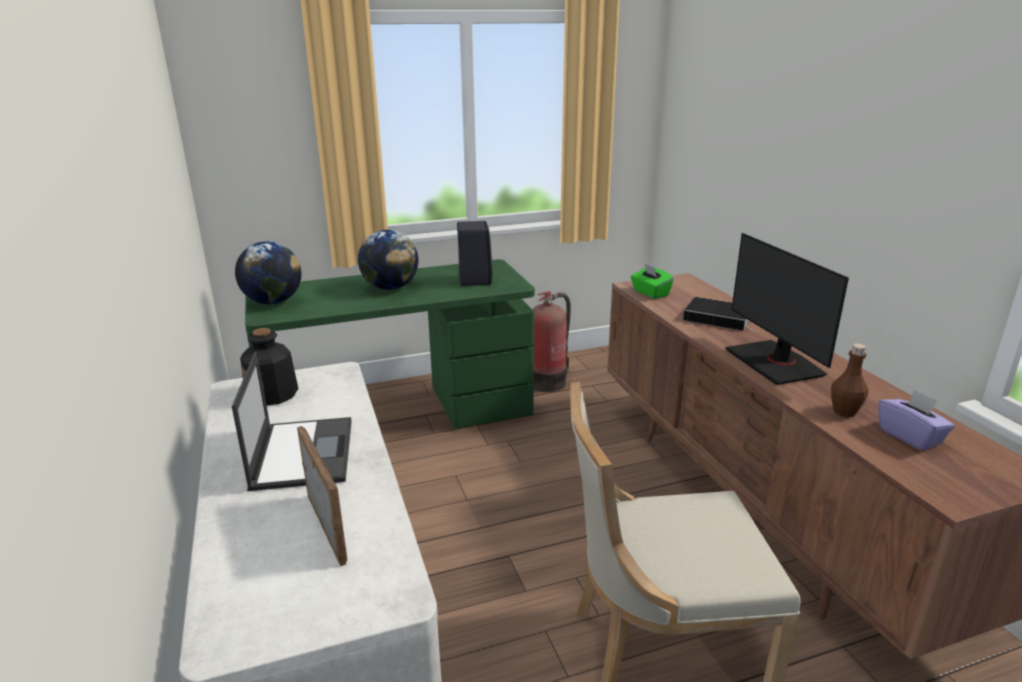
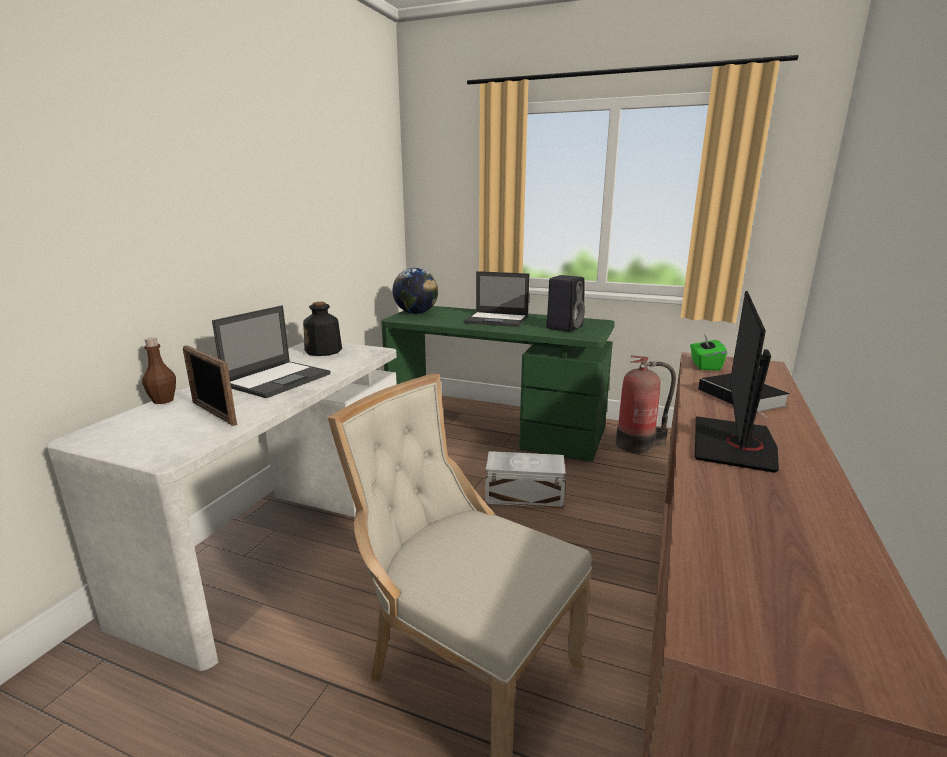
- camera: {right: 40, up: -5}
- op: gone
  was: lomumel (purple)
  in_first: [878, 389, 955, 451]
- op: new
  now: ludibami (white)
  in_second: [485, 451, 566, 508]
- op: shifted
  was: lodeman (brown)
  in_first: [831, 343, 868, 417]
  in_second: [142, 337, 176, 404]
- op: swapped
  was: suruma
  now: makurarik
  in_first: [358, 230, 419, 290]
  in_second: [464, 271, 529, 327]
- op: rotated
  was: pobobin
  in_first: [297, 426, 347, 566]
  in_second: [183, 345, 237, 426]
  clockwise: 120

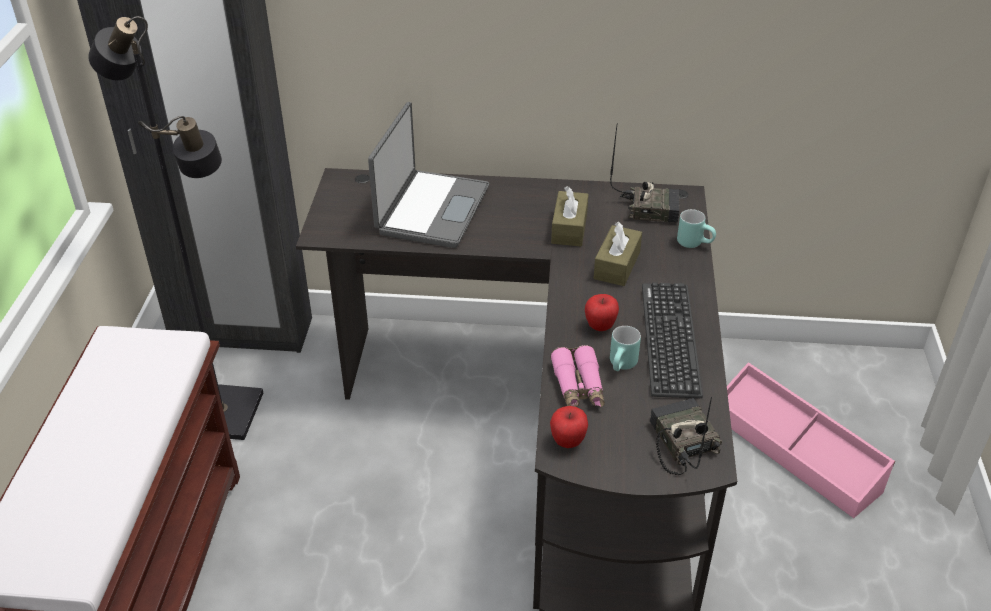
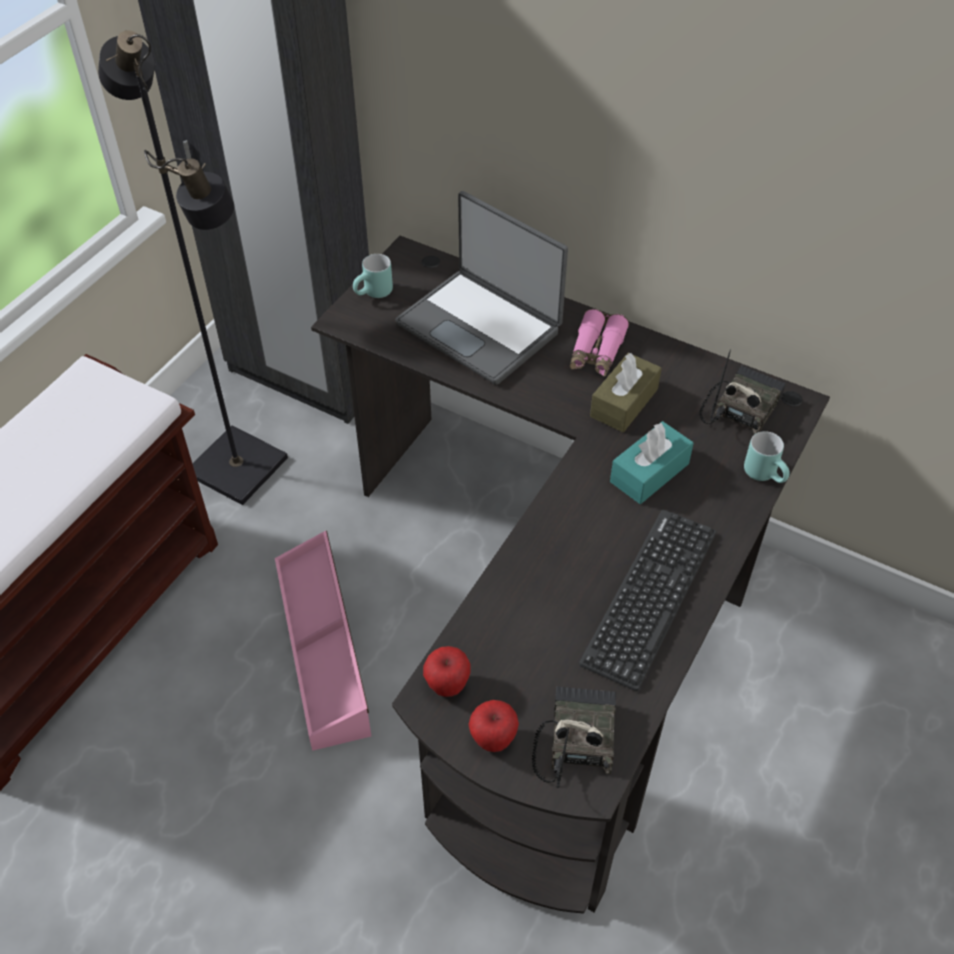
- camera: {right: 25, up: 10}
- op: shifted
  was: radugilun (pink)
  in_first: [550, 345, 605, 407]
  in_second: [570, 309, 629, 377]
- op: shifted
  was: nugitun
  in_first: [585, 294, 619, 331]
  in_second: [468, 700, 519, 752]
- op: shifted
  was: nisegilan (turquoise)
  in_first: [610, 326, 641, 371]
  in_second: [353, 254, 393, 298]
- op: shifted
  was: ludibami (pink)
  in_first: [727, 362, 895, 518]
  in_second: [275, 531, 371, 751]
- op: repainted
  was: lomumel (brown)
  now: lomumel (turquoise)
  in_first: [594, 222, 642, 286]
  in_second: [610, 421, 694, 504]
- op: rotated
  was: makurarik
  in_first: [368, 102, 489, 248]
  in_second: [395, 191, 568, 385]
  clockwise: 90
- op: rotated
  was: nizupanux
  in_first: [610, 123, 679, 223]
  in_second: [699, 349, 786, 434]
  clockwise: -90

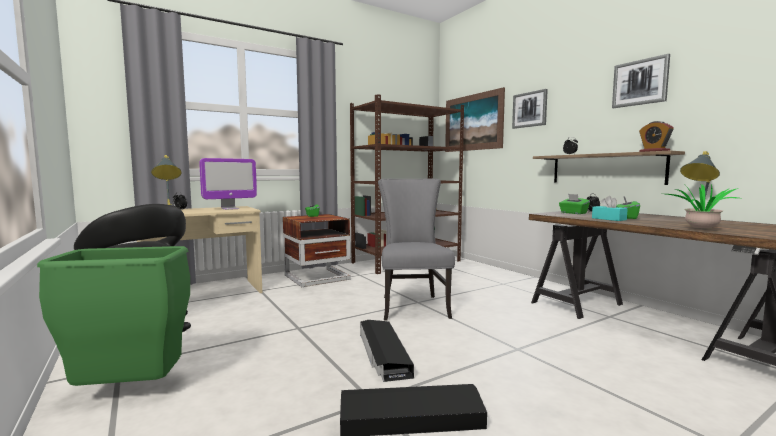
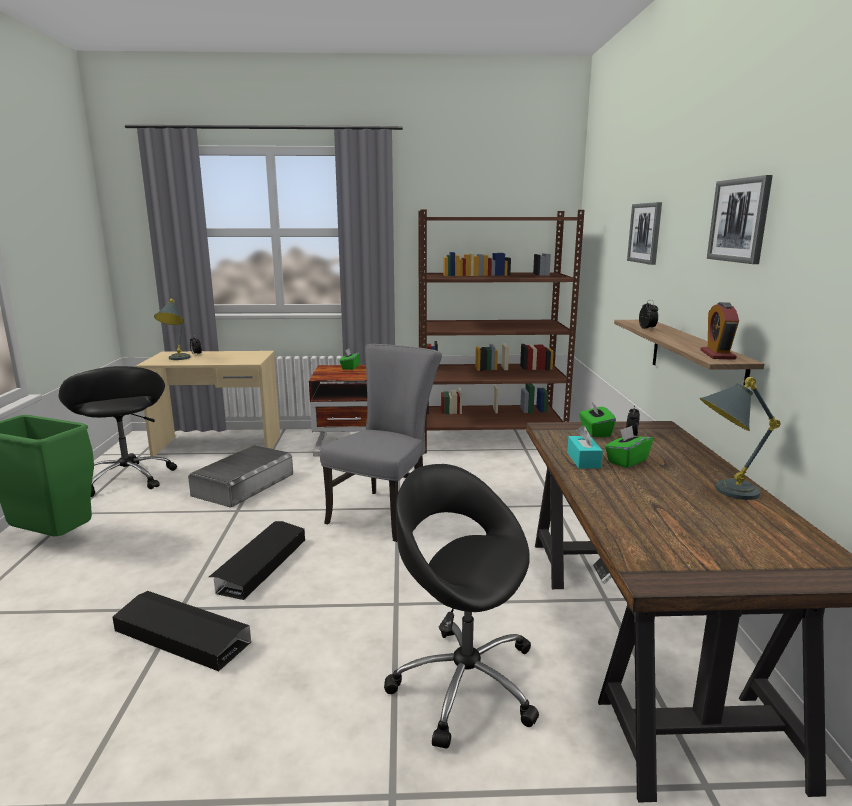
- camera: {right: 30, up: 10}
- op: gone
  was: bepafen
  in_first: [199, 158, 257, 210]
- op: gone
  was: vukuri
  in_first: [445, 87, 505, 152]
- op: gone
  was: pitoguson
  in_first: [667, 182, 742, 228]
- op: new
  now: ludibami (grey)
  in_second: [188, 445, 293, 508]
- op: new
  now: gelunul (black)
  in_second: [384, 464, 539, 749]

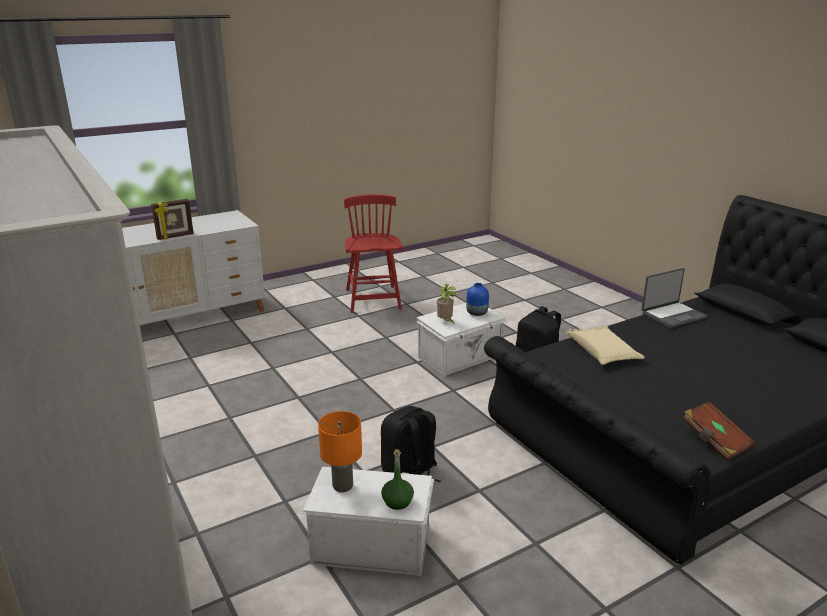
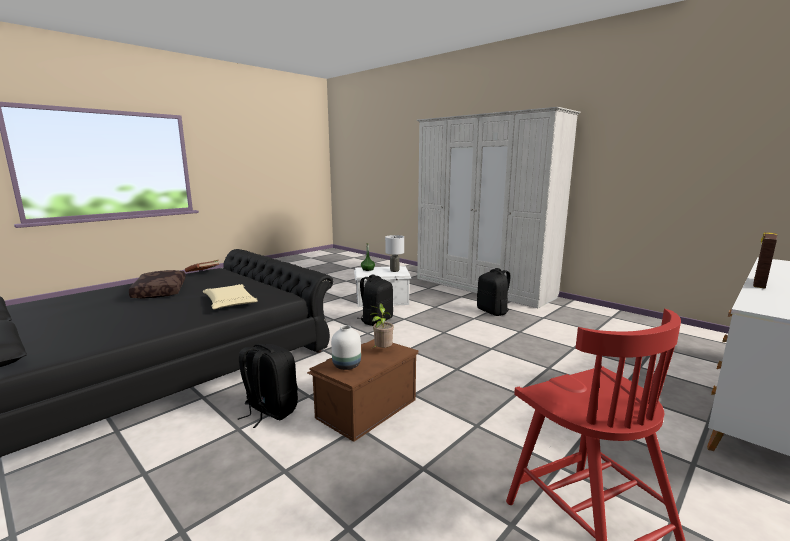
- camera: {right: 165, up: -10}
- op: gone
  was: makurarik
  in_first: [641, 268, 707, 328]
- op: new
  now: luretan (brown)
  in_second: [129, 270, 186, 299]
- op: new
  now: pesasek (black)
  in_second: [477, 268, 511, 316]
- op: repainted
  was: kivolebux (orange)
  now: kivolebux (white)
  in_first: [318, 411, 362, 493]
  in_second: [385, 235, 404, 272]
- op: repainted
  was: ludibami (white)
  now: ludibami (brown)
  in_first: [416, 303, 507, 376]
  in_second: [307, 339, 419, 442]
- op: repainted
  was: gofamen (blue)
  now: gofamen (white)
  in_first: [466, 283, 489, 316]
  in_second: [331, 325, 361, 370]

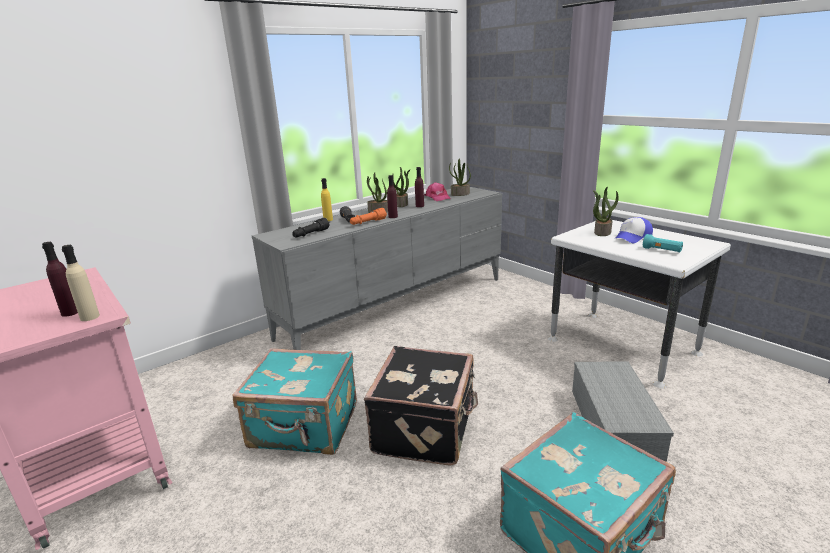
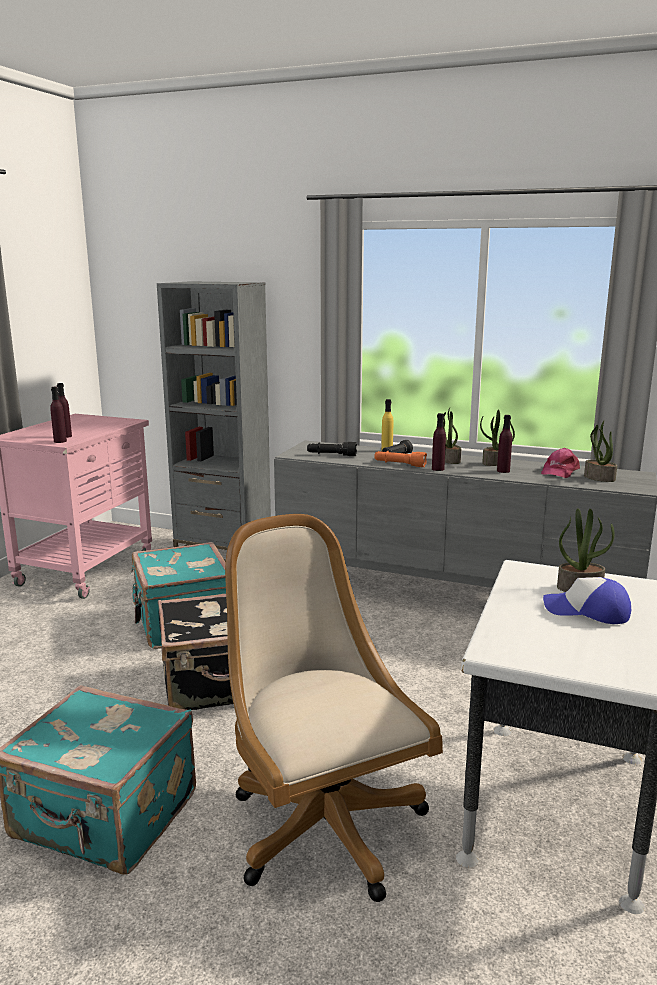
- camera: {right: 60, up: -5}
- op: gone
  was: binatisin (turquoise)
  in_first: [643, 234, 683, 252]
- op: new
  now: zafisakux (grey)
  in_second: [157, 281, 271, 562]
- op: swapped
  was: ludibami (grey)
  now: gelunul
  in_first: [572, 361, 674, 462]
  in_second: [225, 514, 443, 902]
- op: repainted
  was: lodeman (beige)
  now: lodeman (purple)
  in_first: [62, 245, 100, 321]
  in_second: [50, 387, 67, 443]

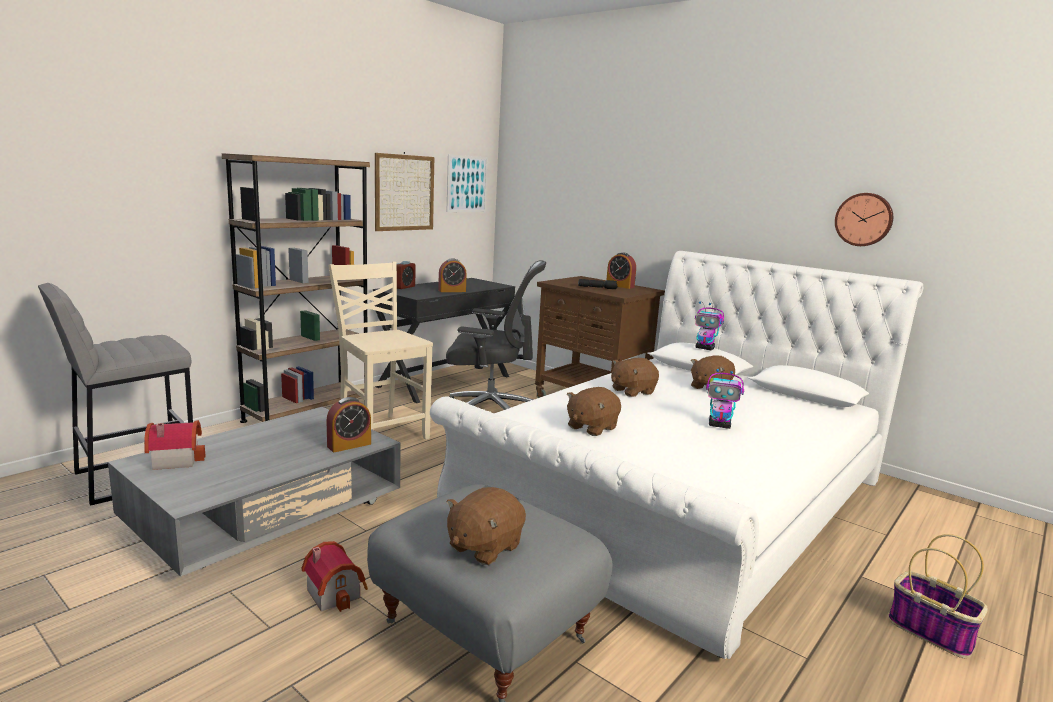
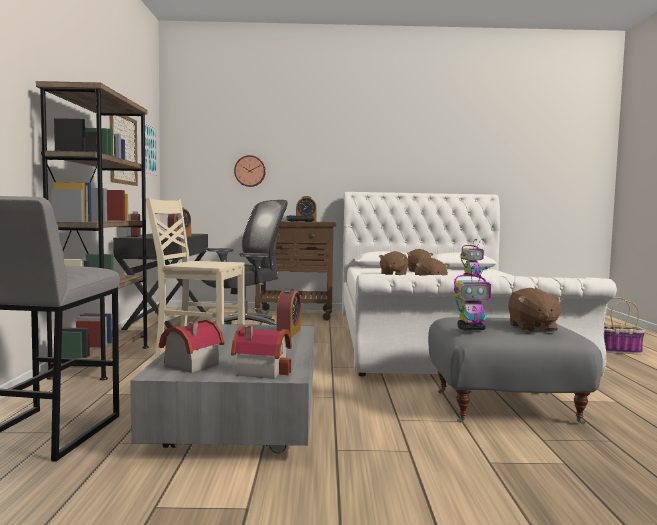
- camera: {right: -40, up: -10}
- op: shifted
  was: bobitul
  in_first: [302, 541, 368, 612]
  in_second: [231, 326, 292, 379]
- op: shifted
  was: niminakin
  in_first: [695, 301, 724, 350]
  in_second: [454, 266, 491, 331]
- op: shifted
  was: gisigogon
  in_first: [835, 193, 893, 246]
  in_second: [234, 155, 266, 187]

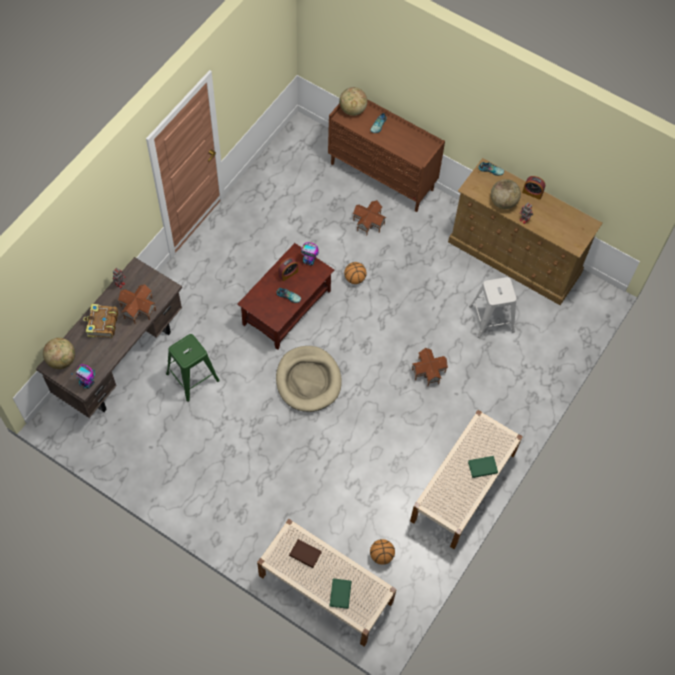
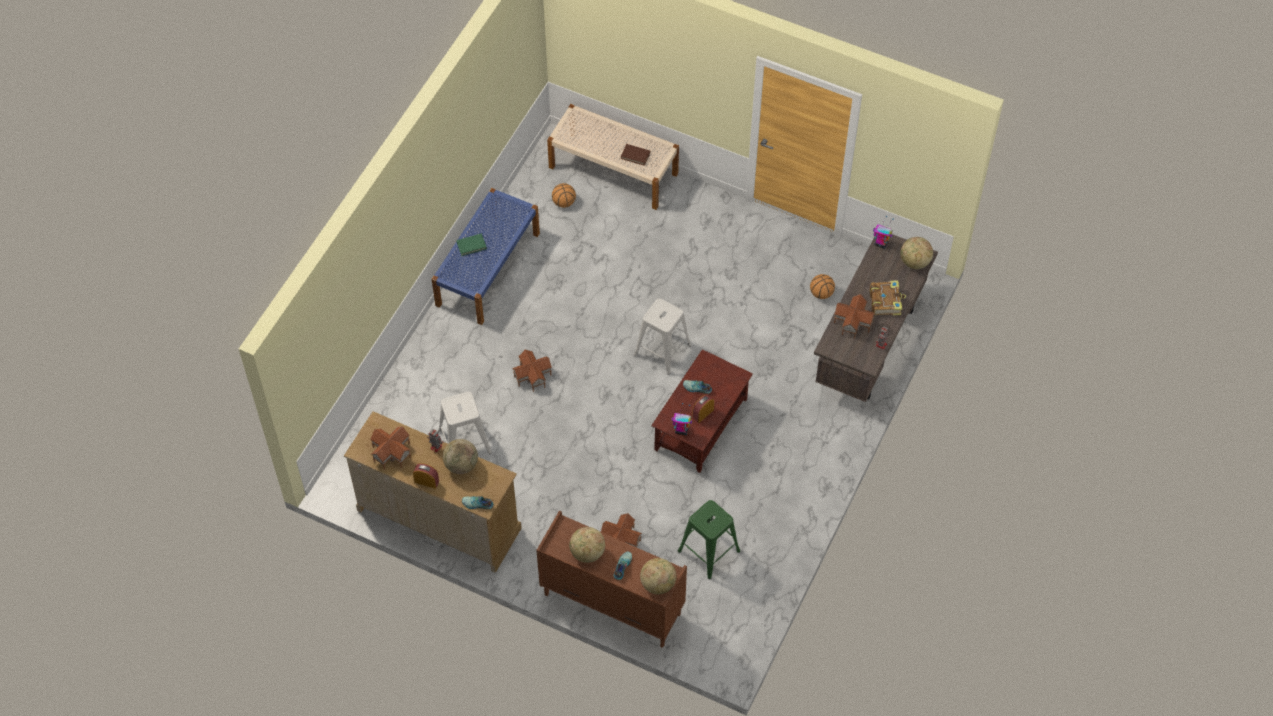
- camera: {right: 175, up: -5}
- op: gone
  was: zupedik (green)
  in_first: [330, 578, 352, 609]
- op: new
  now: bobitul
  in_second: [370, 426, 411, 470]
- op: new
  now: suruma
  in_second: [569, 527, 605, 563]
- op: shifted
  was: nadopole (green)
  in_first: [166, 334, 220, 402]
  in_second: [678, 500, 740, 579]
- op: shifted
  was: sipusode
  in_first: [344, 262, 367, 284]
  in_second: [810, 274, 835, 299]
- op: swapped
  was: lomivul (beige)
  now: nadopole (white)
  in_first: [276, 346, 342, 412]
  in_second: [634, 298, 691, 375]
- op: repainted
  was: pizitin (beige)
  now: pizitin (blue)
  in_first: [410, 410, 523, 549]
  in_second: [432, 188, 540, 325]

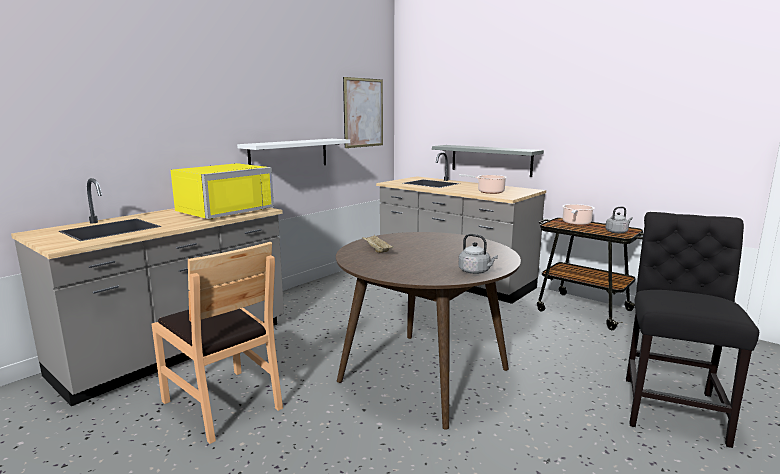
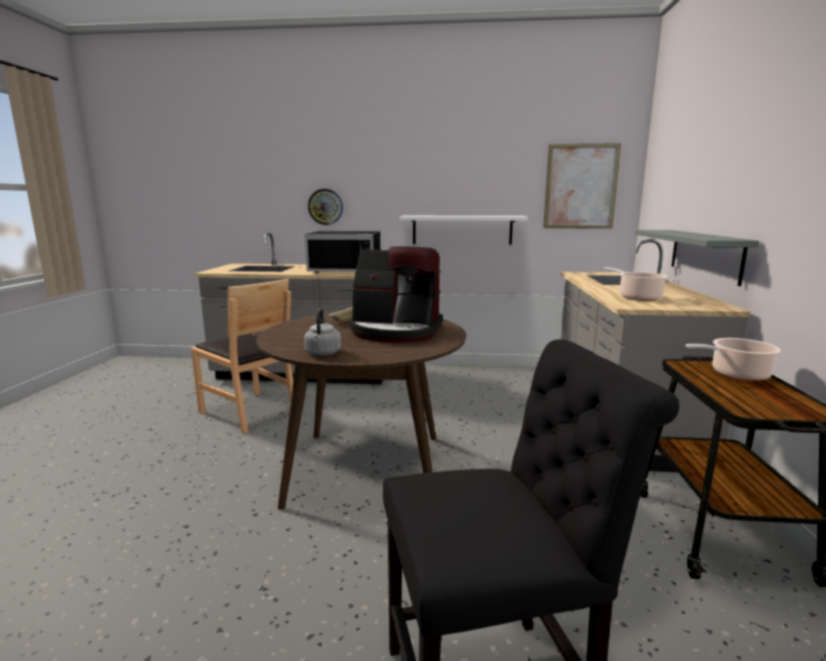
- camera: {right: 55, up: 0}
- op: gone
  was: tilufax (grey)
  in_first: [605, 207, 633, 234]
- op: new
  now: gisigogon
  in_second: [308, 189, 343, 225]
- op: new
  now: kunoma
  in_second: [350, 247, 443, 343]
- op: repainted
  was: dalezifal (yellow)
  now: dalezifal (black)
  in_first: [171, 163, 274, 219]
  in_second: [305, 231, 380, 273]
- op: rotated
  was: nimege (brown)
  in_first: [152, 242, 283, 444]
  in_second: [191, 279, 293, 434]
  clockwise: -60

